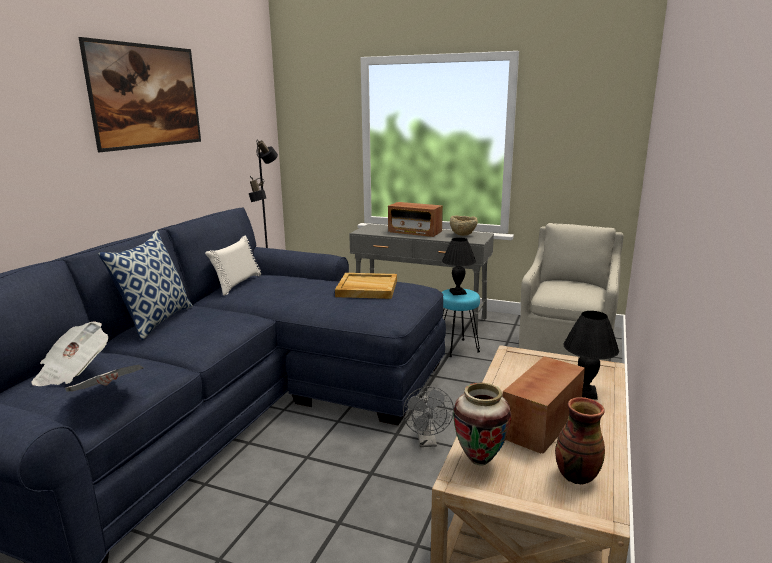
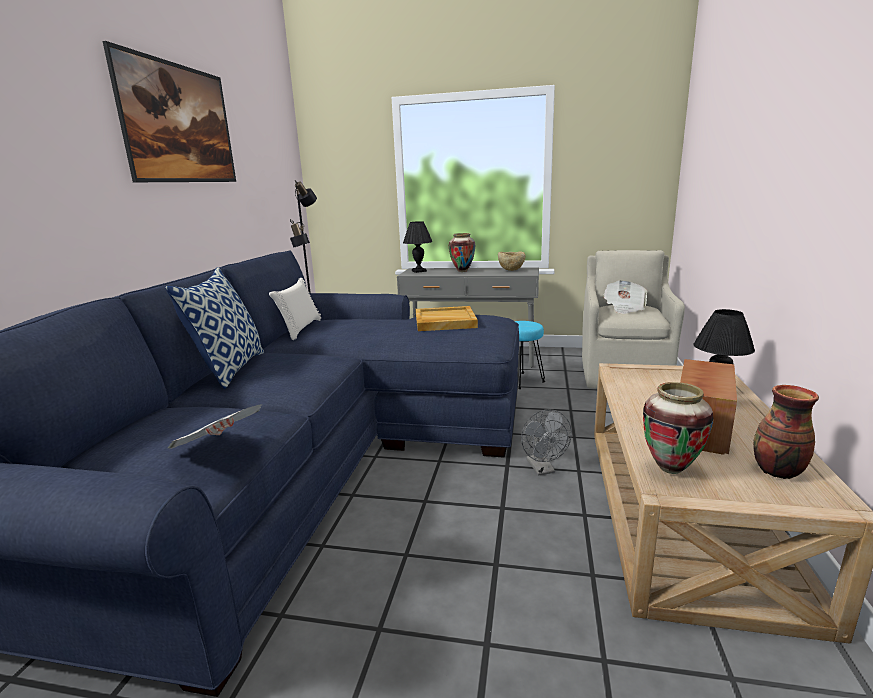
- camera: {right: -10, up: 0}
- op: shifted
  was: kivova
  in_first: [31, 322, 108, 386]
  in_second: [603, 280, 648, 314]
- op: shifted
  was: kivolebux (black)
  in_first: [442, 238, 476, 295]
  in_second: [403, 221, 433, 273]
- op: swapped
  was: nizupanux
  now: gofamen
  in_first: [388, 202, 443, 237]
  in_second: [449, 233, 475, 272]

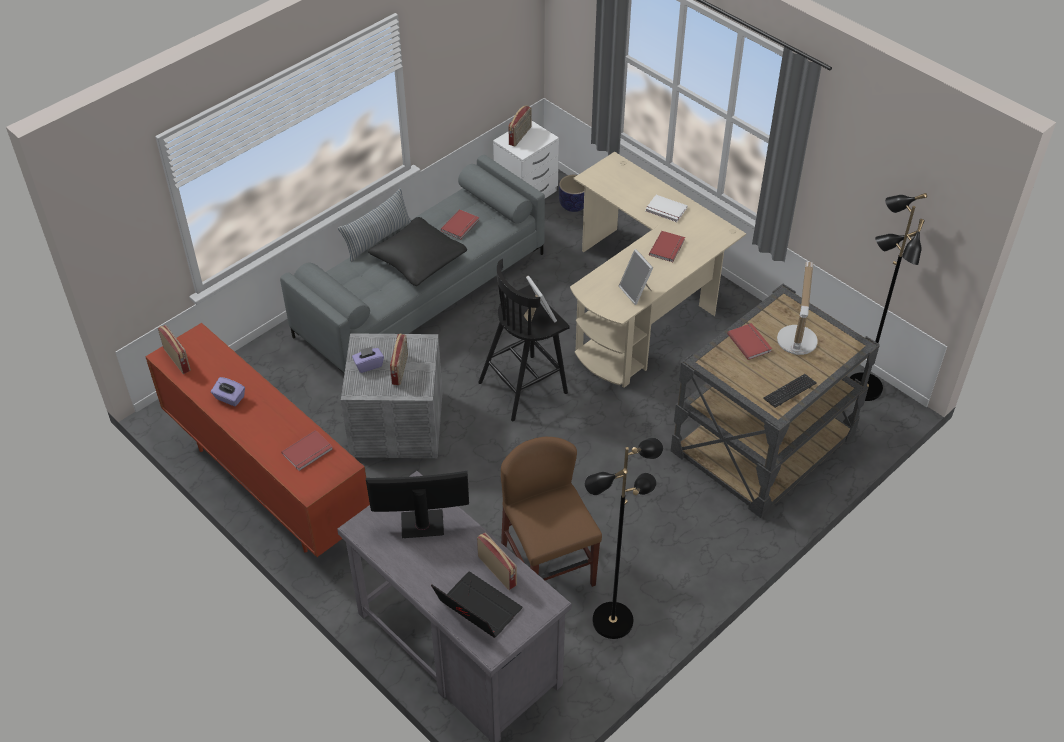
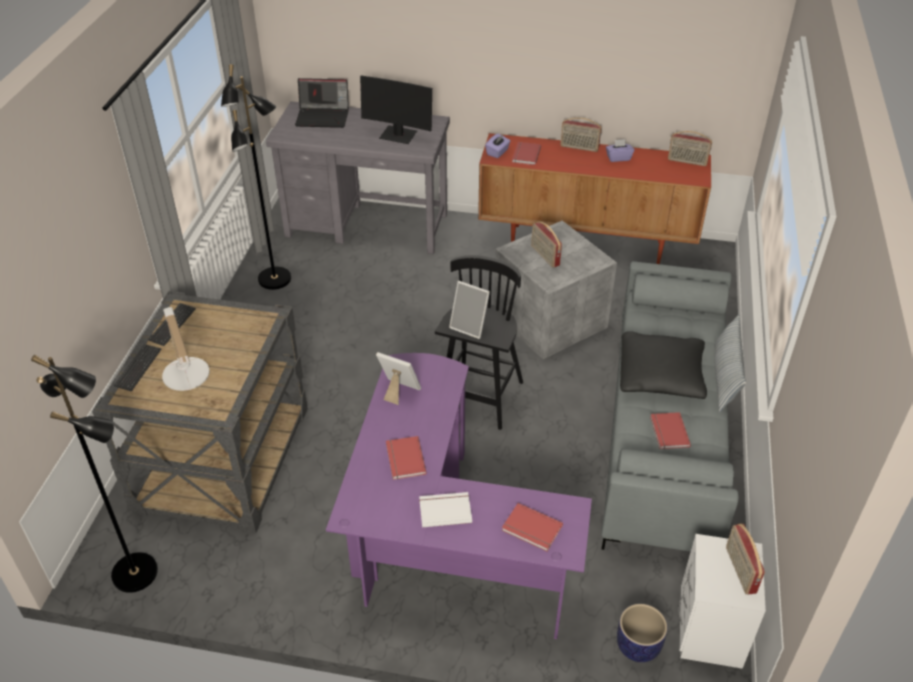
- camera: {right: 145, up: -5}
- op: gone
  was: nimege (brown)
  in_first: [501, 437, 602, 587]
- op: new
  now: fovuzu
  in_second: [114, 344, 161, 391]
- op: shifted
  was: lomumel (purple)
  in_first: [352, 347, 384, 373]
  in_second: [485, 133, 511, 158]
- op: shifted
  was: nizupanux
  in_first: [477, 533, 517, 590]
  in_second: [560, 117, 602, 152]
- op: shifted
  was: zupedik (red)
  in_first: [727, 323, 772, 360]
  in_second: [502, 503, 563, 551]
- op: repainted
  was: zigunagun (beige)
  now: zigunagun (purple)
  in_first: [570, 152, 746, 388]
  in_second: [326, 353, 592, 639]
- op: rotated
  was: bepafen
  in_first: [366, 471, 469, 538]
  in_second: [360, 76, 432, 144]
  clockwise: 60

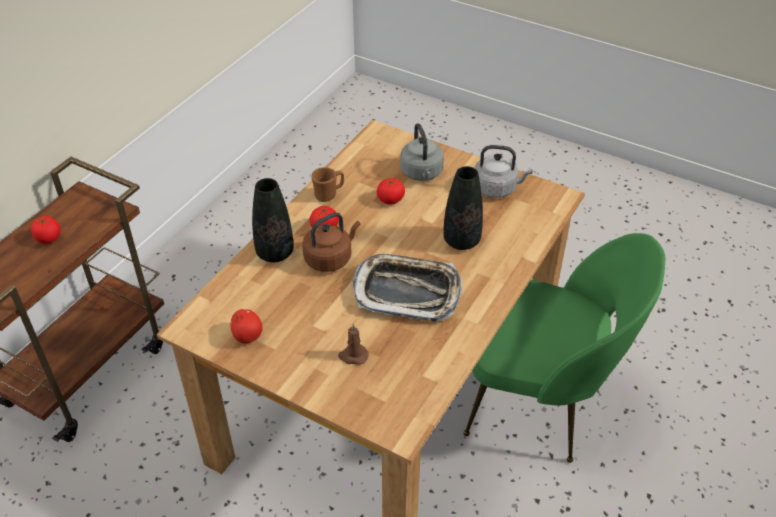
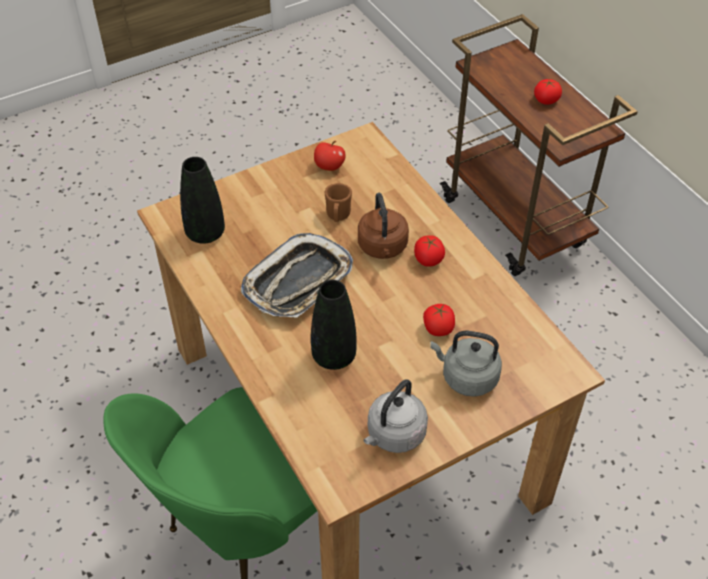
- camera: {right: 120, up: 5}
- op: gone
  was: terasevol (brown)
  in_first: [338, 324, 369, 365]
- op: shifted
  was: gofamen (black)
  in_first: [252, 178, 294, 262]
  in_second: [180, 157, 225, 244]
- op: shifted
  was: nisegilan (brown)
  in_first: [312, 167, 344, 202]
  in_second: [325, 183, 352, 222]

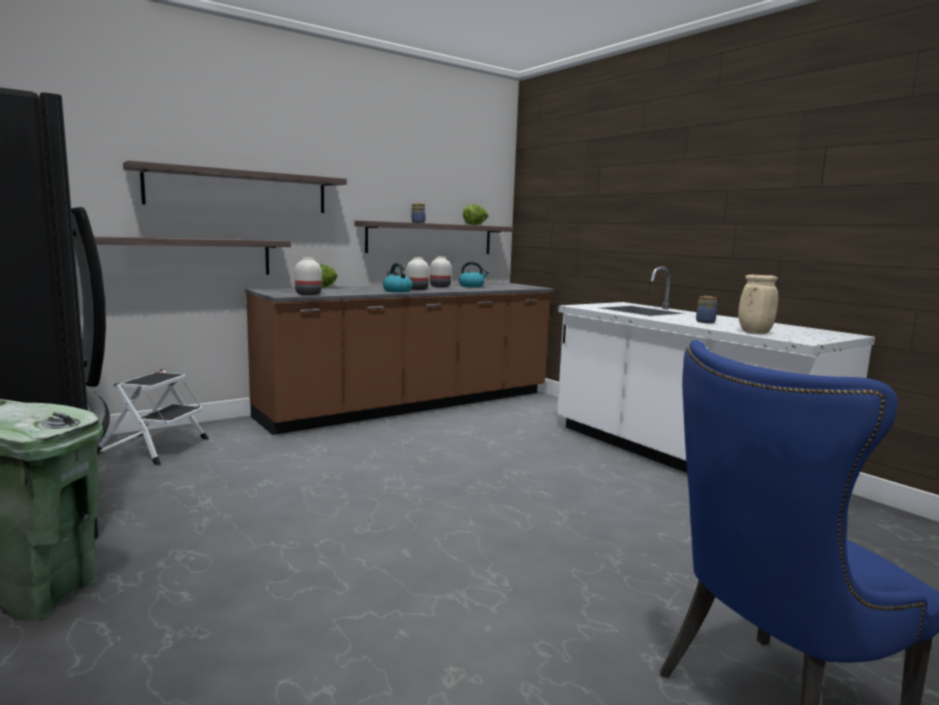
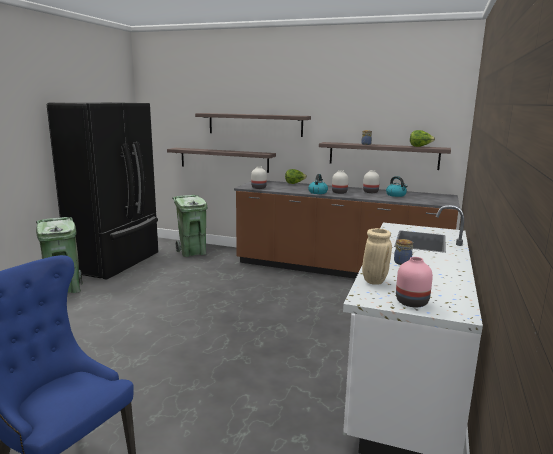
- camera: {right: 55, up: 5}
- op: new
  now: gofamen (pink)
  in_second: [396, 257, 433, 307]
- op: swapped
  was: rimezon
  now: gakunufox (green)
  in_first: [97, 369, 209, 465]
  in_second: [172, 195, 208, 257]

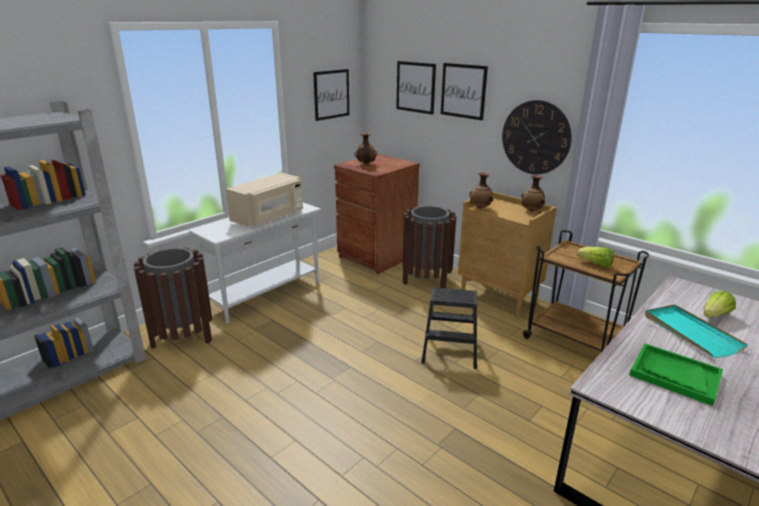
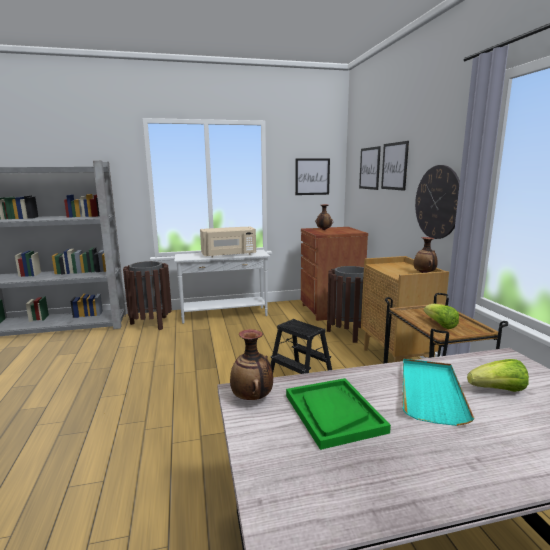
- camera: {right: 35, up: -10}
- op: shifted
  was: gofamen
  in_first: [469, 172, 493, 209]
  in_second: [230, 329, 273, 400]

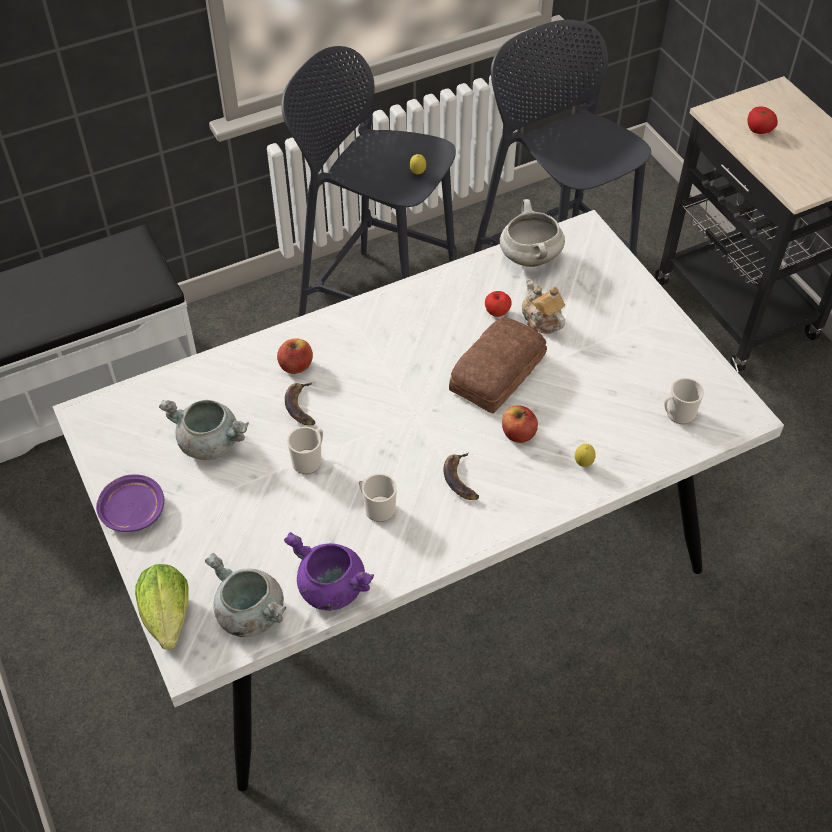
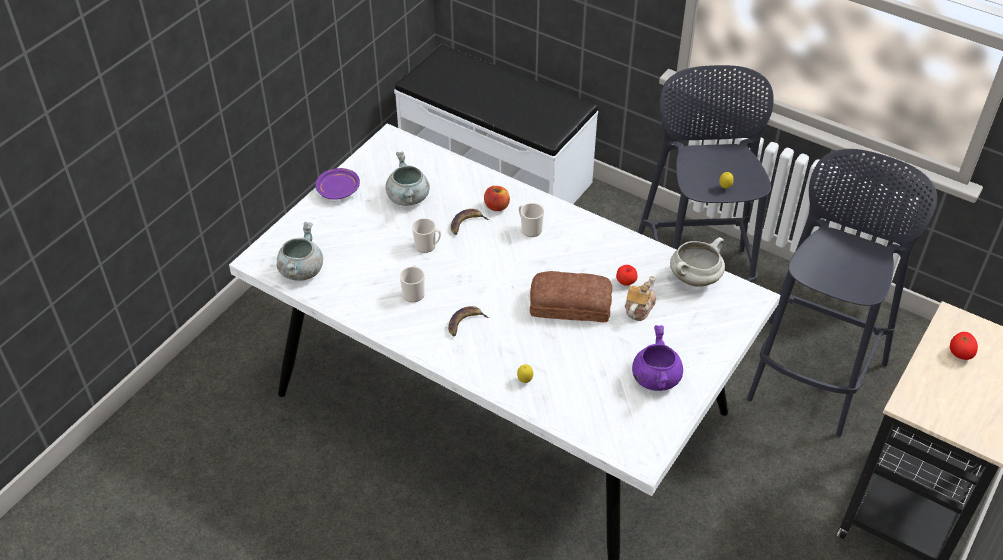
- camera: {right: 60, up: -5}
- op: gone
  was: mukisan
  in_first: [135, 564, 189, 650]
- op: gone
  was: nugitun
  in_first: [502, 406, 538, 443]
- op: shifted
  was: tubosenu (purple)
  in_first: [284, 532, 374, 611]
  in_second: [632, 325, 683, 391]
- op: shifted
  was: nisegilan
  in_first: [664, 378, 704, 424]
  in_second: [519, 203, 544, 237]

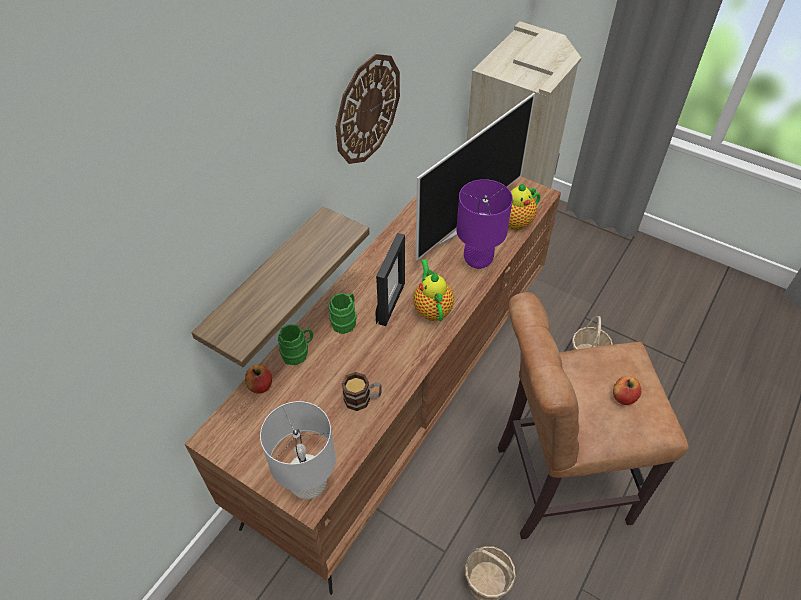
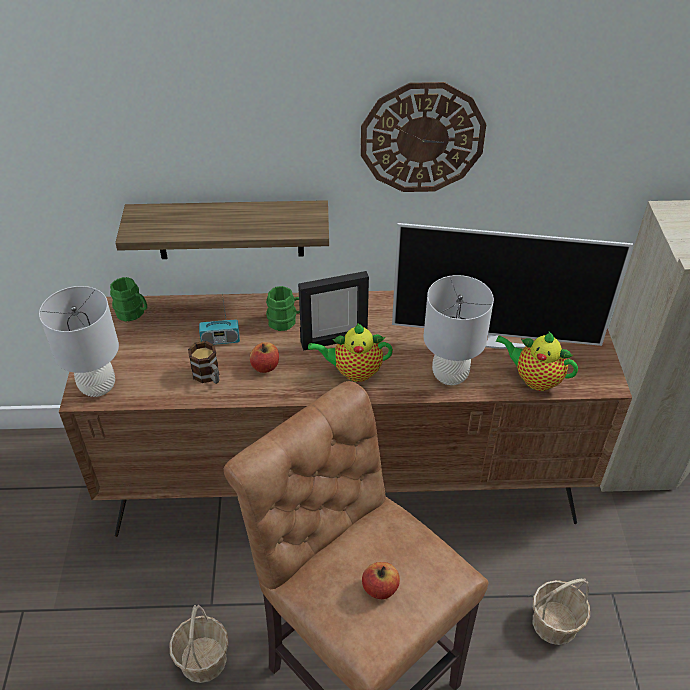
- camera: {right: 55, up: -5}
- op: new
  now: nizupanux
  in_second: [199, 294, 240, 345]
- op: shifted
  was: nugitun
  in_first: [245, 364, 272, 394]
  in_second: [250, 342, 279, 373]
- op: shifted
  was: nisegilan (green)
  in_first: [278, 324, 313, 365]
  in_second: [110, 277, 147, 322]
- op: repainted
  was: kivolebux (purple)
  now: kivolebux (grey)
  in_first: [456, 179, 513, 269]
  in_second: [424, 275, 494, 385]
- op: rotated
  was: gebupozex
  in_first: [413, 259, 454, 321]
  in_second: [308, 323, 393, 382]
  clockwise: -135

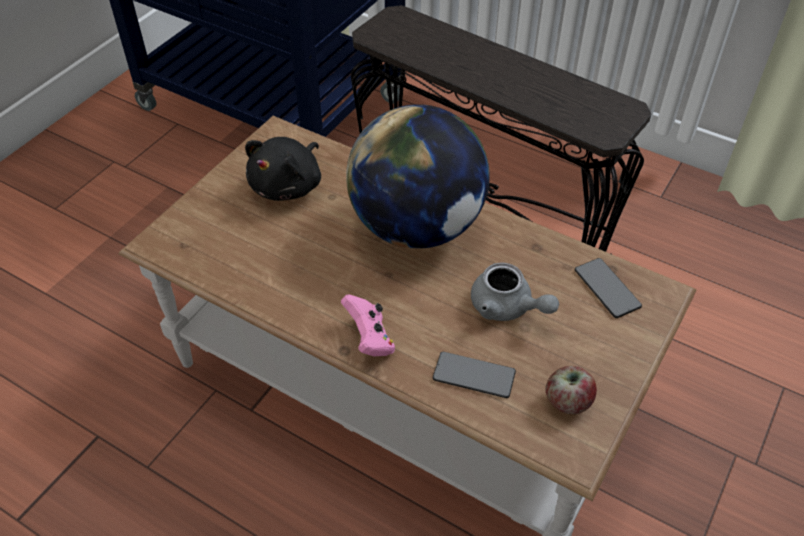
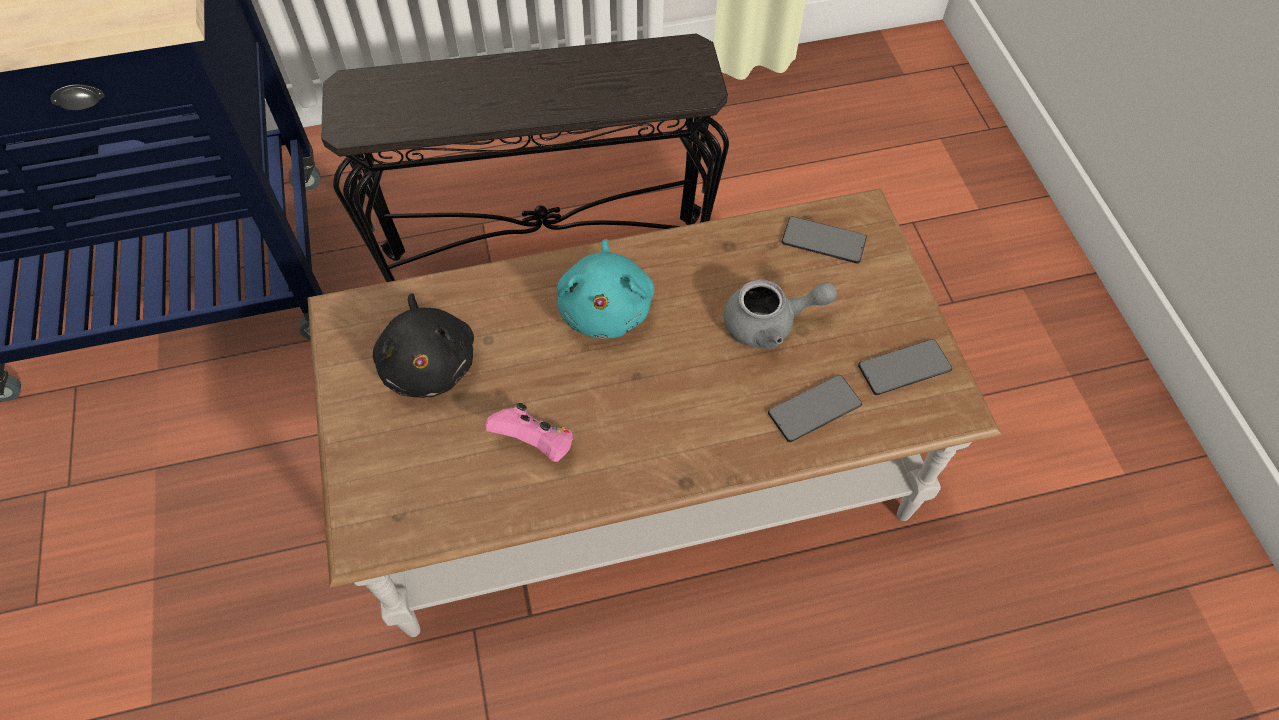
- camera: {right: -45, up: 10}
- op: shifted
  was: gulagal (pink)
  in_first: [341, 294, 395, 356]
  in_second: [485, 403, 573, 462]
- op: swapped
  was: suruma
  now: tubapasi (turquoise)
  in_first: [346, 104, 490, 249]
  in_second: [557, 239, 654, 339]
- op: swapped
  was: nugitun
  now: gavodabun
  in_first: [546, 366, 597, 415]
  in_second: [858, 339, 952, 395]

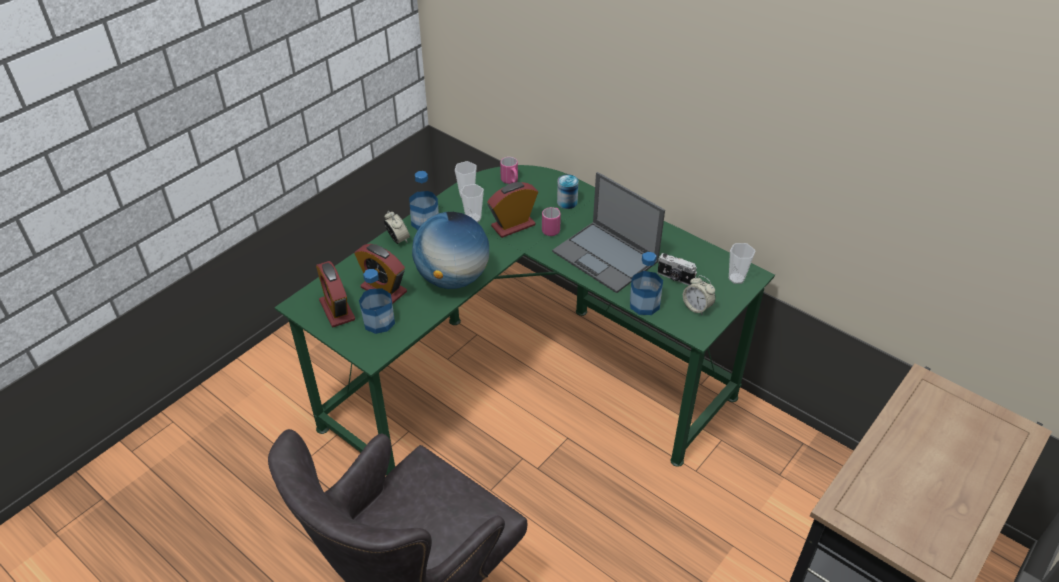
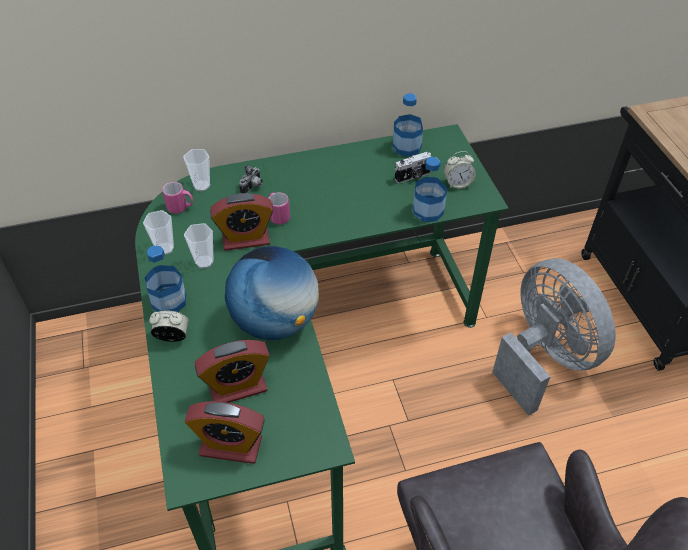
- camera: {right: -55, up: 5}
- op: gone
  was: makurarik
  in_first: [552, 172, 665, 293]
- op: new
  now: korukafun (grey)
  in_second: [492, 258, 616, 416]
- op: shifted
  was: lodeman
  in_first: [359, 269, 395, 334]
  in_second: [393, 93, 423, 157]
- op: shifted
  was: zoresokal
  in_first: [729, 243, 755, 284]
  in_second: [183, 149, 210, 191]
- op: swapped
  was: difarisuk
  now: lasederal
  in_first: [557, 174, 579, 209]
  in_second: [239, 165, 263, 193]
- op: rotated
  was: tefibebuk
  in_first: [487, 182, 538, 238]
  in_second: [210, 193, 273, 251]
  clockwise: -105

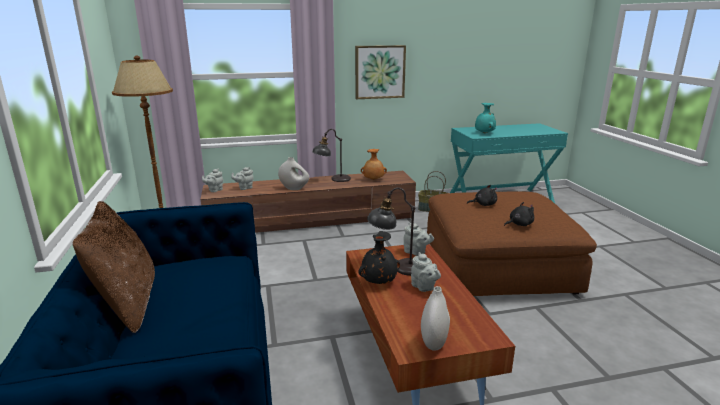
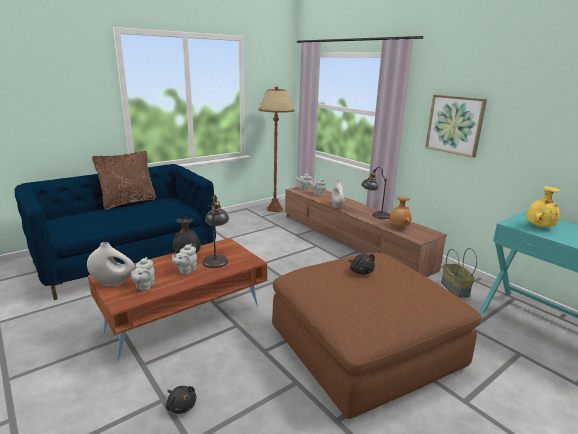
- camera: {right: 65, up: 0}
- op: shifted
  was: gebupozex (grey)
  in_first: [403, 223, 434, 256]
  in_second: [131, 257, 155, 291]
- op: shifted
  was: tubapasi (black)
  in_first: [504, 202, 534, 226]
  in_second: [166, 386, 197, 414]
- op: repainted
  was: gofamen (turquoise)
  now: gofamen (yellow)
  in_first: [475, 103, 496, 133]
  in_second: [526, 186, 560, 227]

